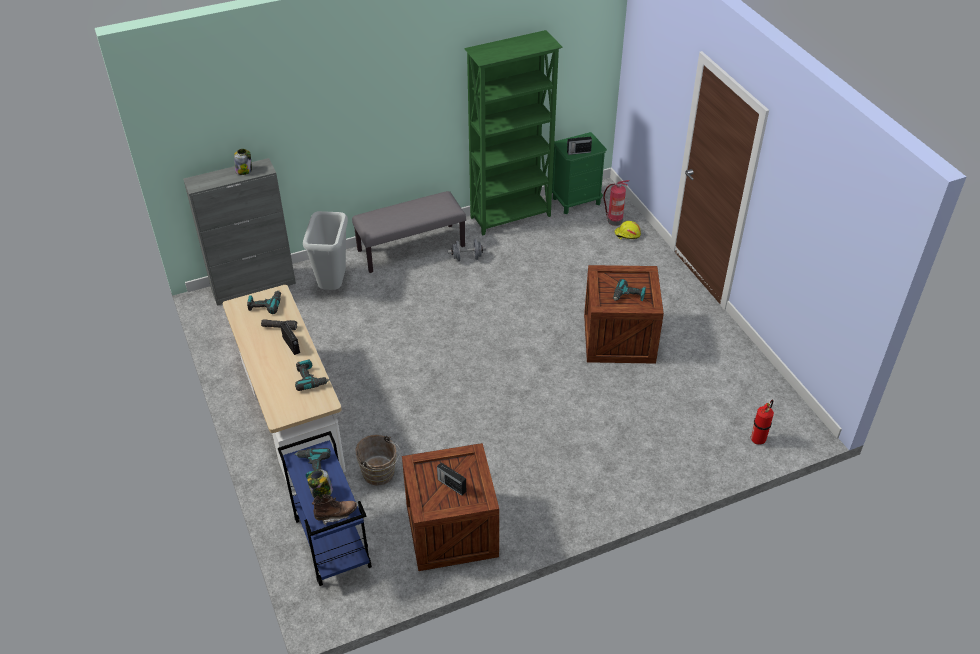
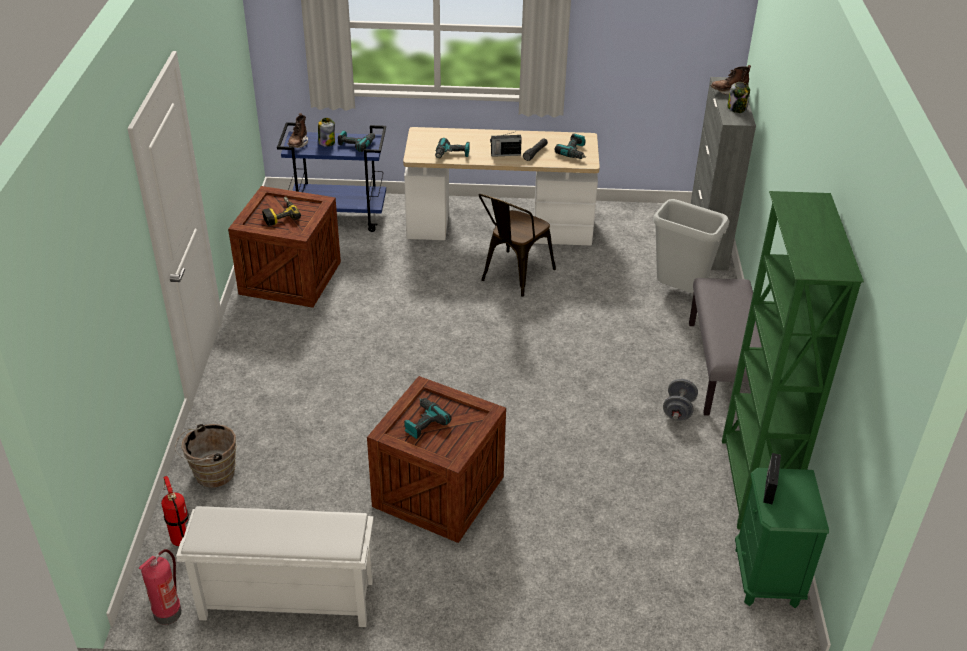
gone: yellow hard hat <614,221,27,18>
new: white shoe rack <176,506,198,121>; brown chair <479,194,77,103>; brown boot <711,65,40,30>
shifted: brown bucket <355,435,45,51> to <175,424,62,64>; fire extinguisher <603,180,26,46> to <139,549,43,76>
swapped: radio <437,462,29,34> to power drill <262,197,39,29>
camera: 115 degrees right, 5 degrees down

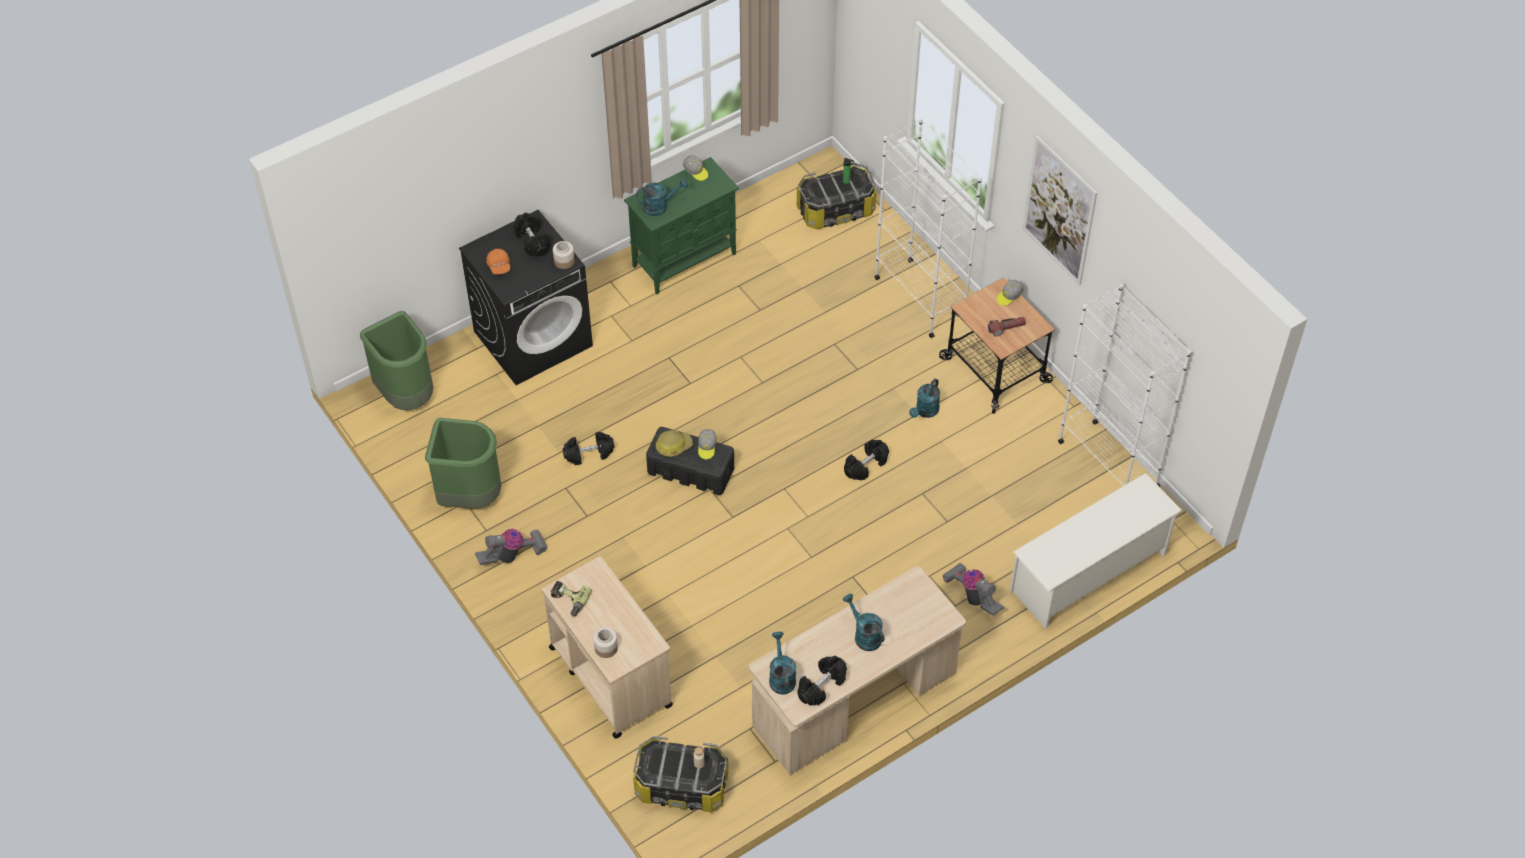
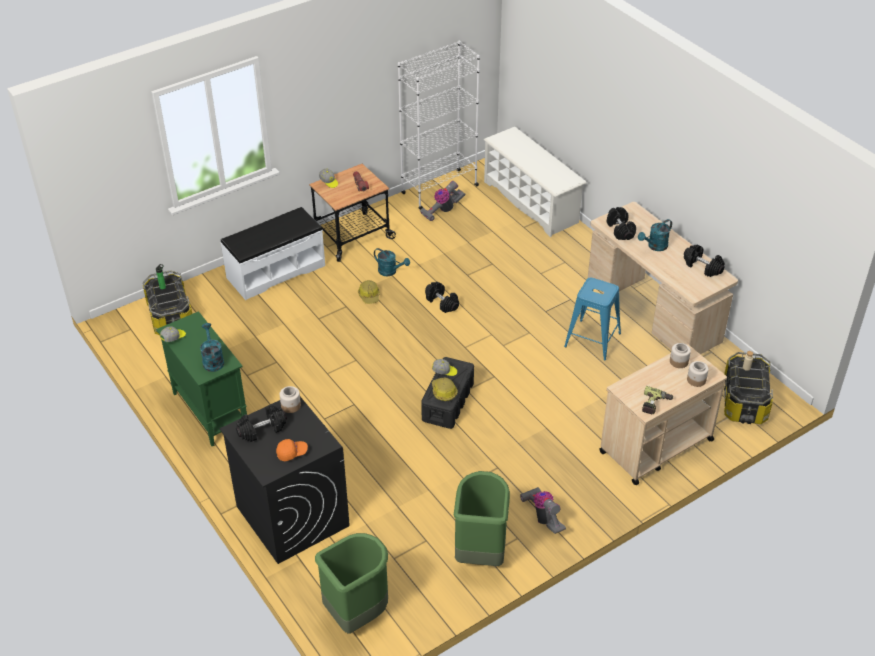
gone: turquoise watering can <769,632,27,63>; picture <1023,136,74,149>
new: hard hat <358,280,22,24>; blue stool <564,277,57,84>; jar <670,343,21,25>
shifted: black dumbbell <562,432,53,33> to <607,207,29,33>; vacuum cleaner <943,563,61,53> to <420,181,45,41>
swapped: white bookcase <874,118,108,220> to white bench <220,207,105,93>
camera: 90 degrees left, 10 degrees down

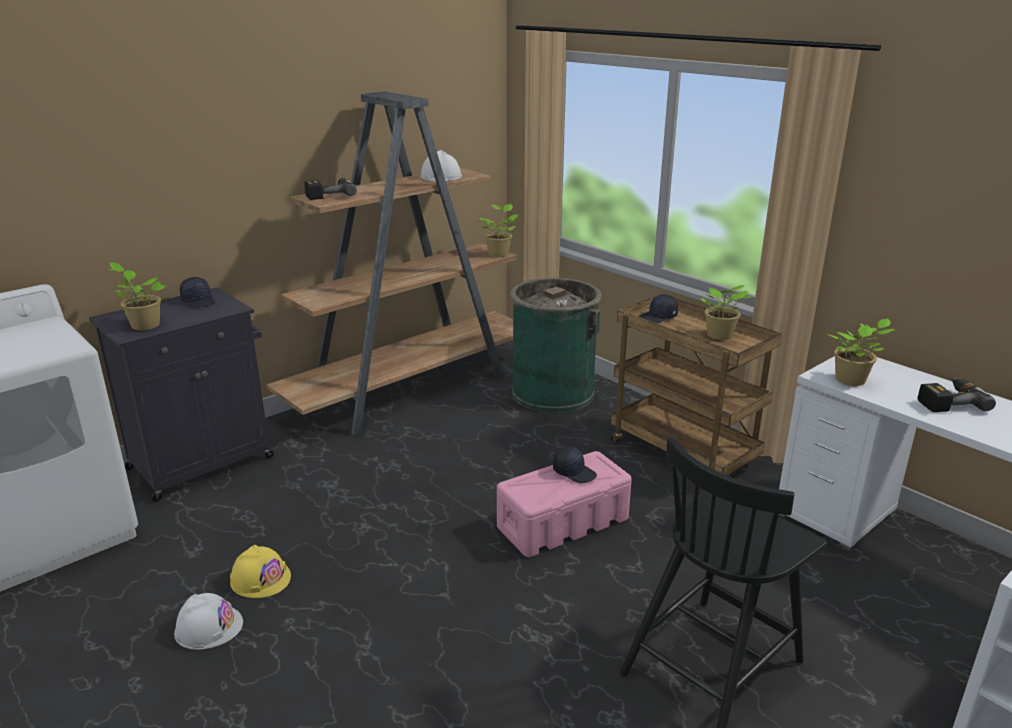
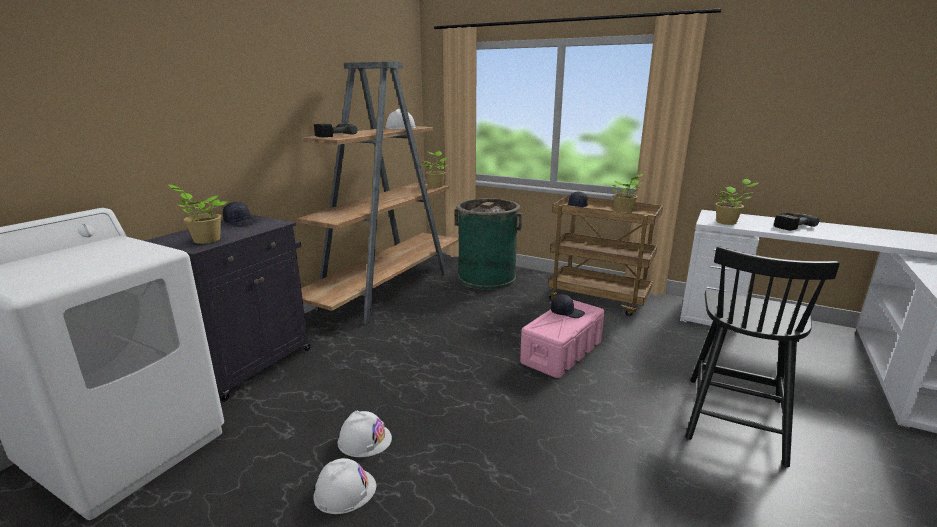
repainted: yellow hard hat <230,545,61,53> to white hard hat <338,410,54,47>
camera: 20 degrees left, 5 degrees down

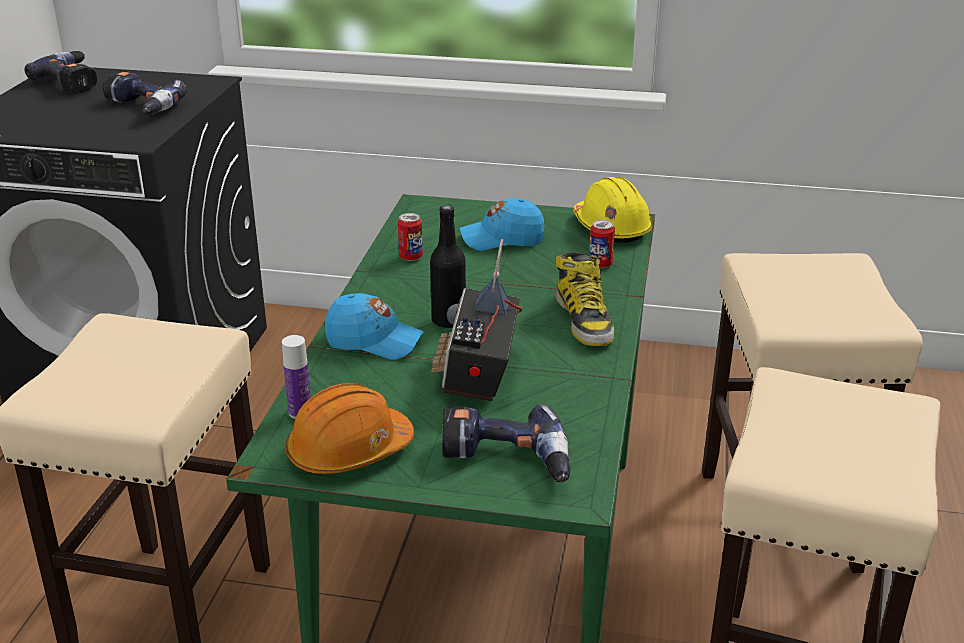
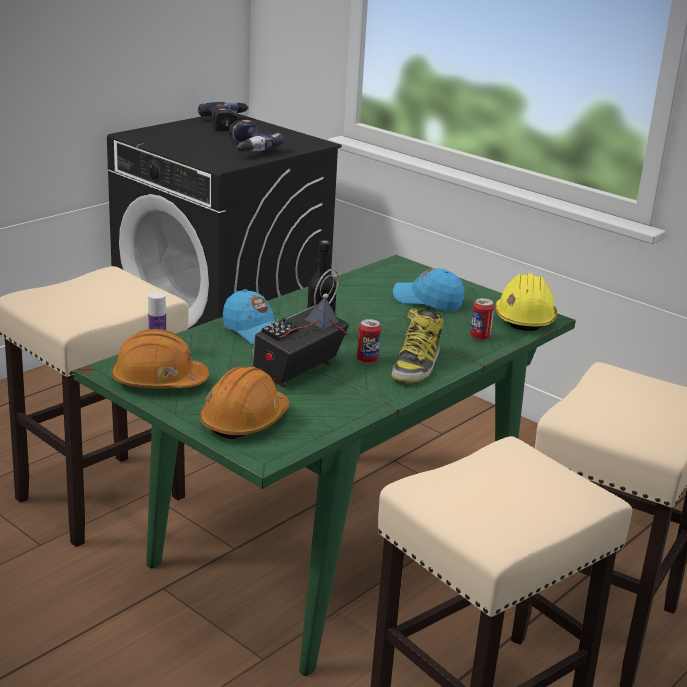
shifted: can <398,213,25,48> to <357,319,24,45>
swapped: power drill <442,404,128,78> to orange hard hat <200,366,89,73>
camera: 30 degrees right, 5 degrees down

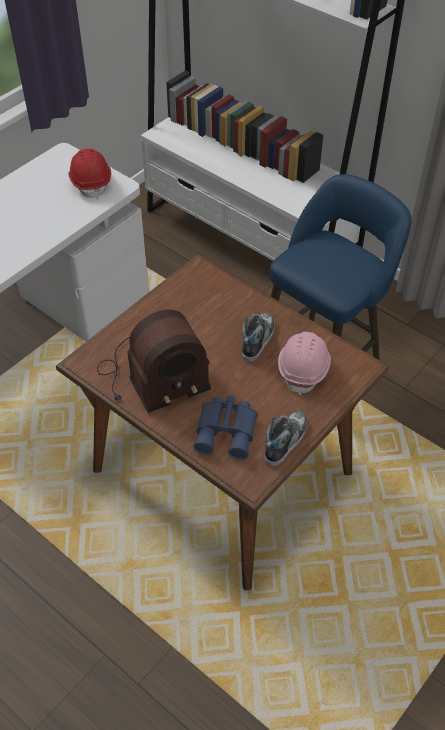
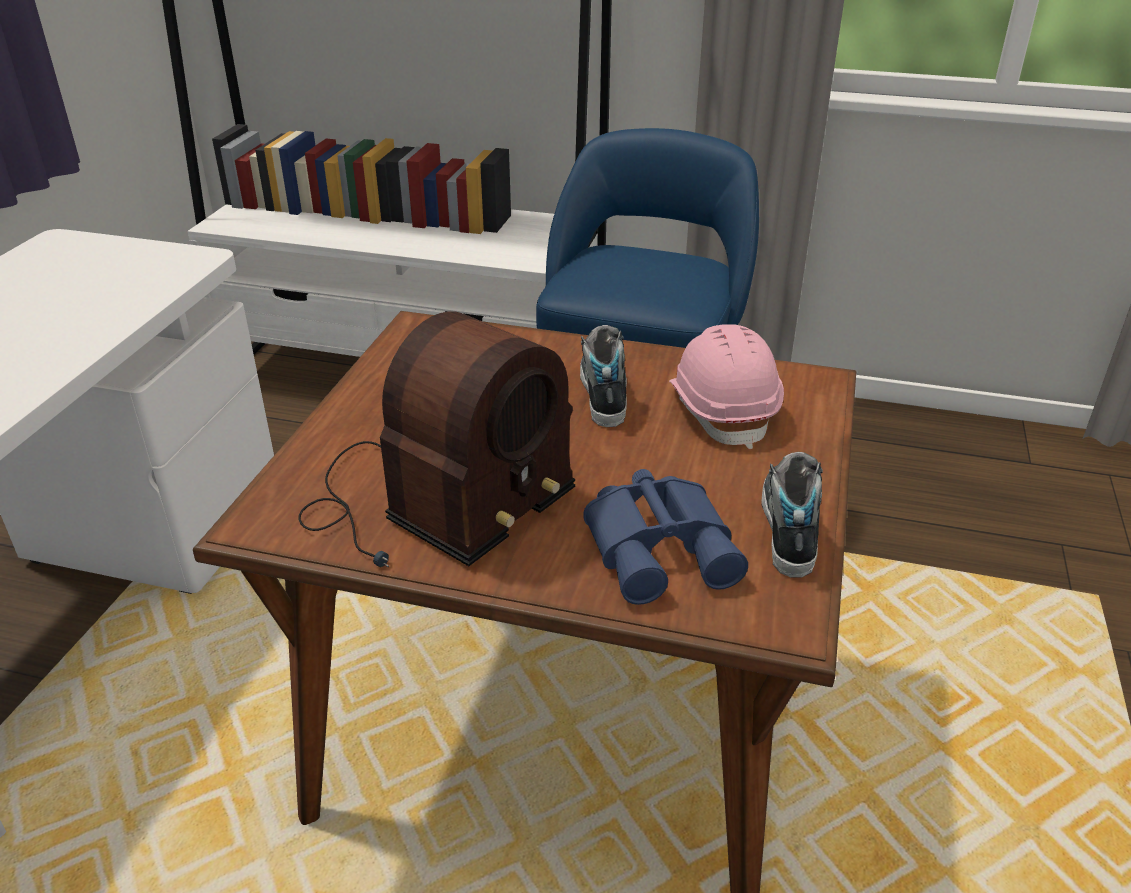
gone: red hard hat <68,149,43,50>
camera: 25 degrees left, 15 degrees down

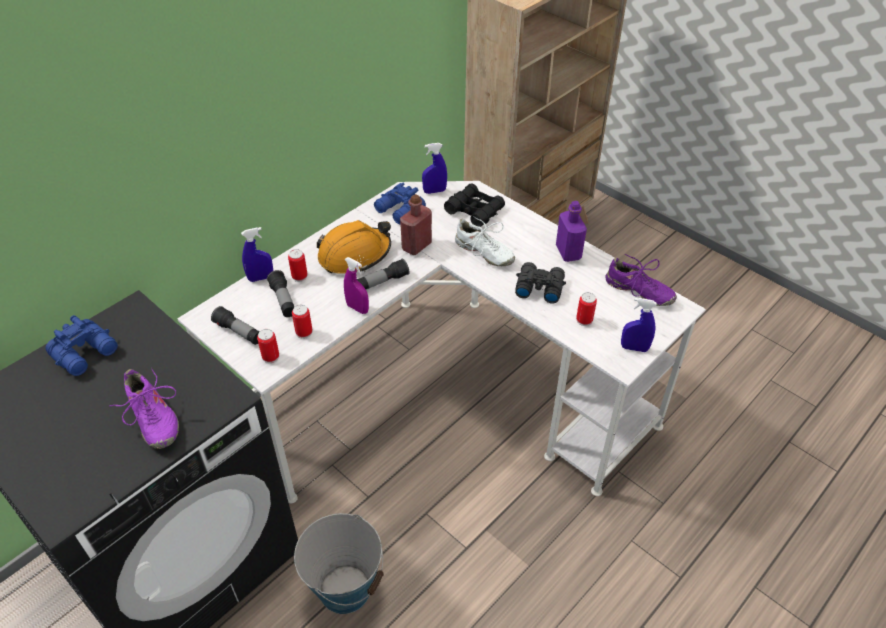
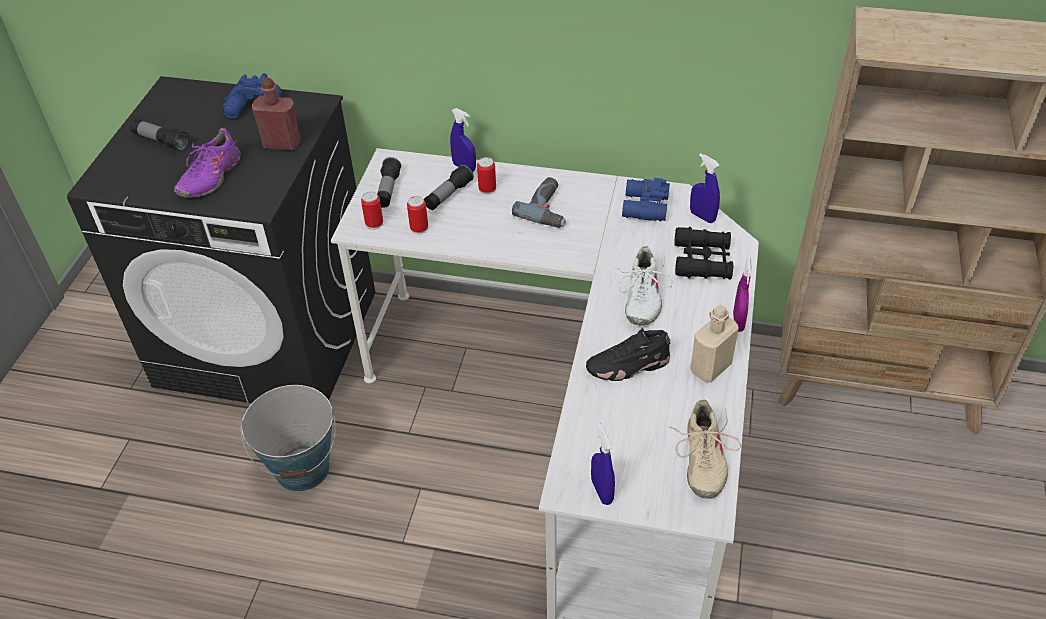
gone: can <576,292,21,34>
shifted: purple spray bottle <344,257,25,57> to <733,258,19,74>; flashlight <357,258,52,31> to <130,119,60,33>; red bottle <400,194,32,61> to <252,78,49,73>
swapped: orange hard hat <317,220,74,54> to power drill <512,177,54,51>; black binoculars <515,262,51,42> to black shoe <586,327,84,54>
repainted: purple bottle <556,201,31,61> to beige bottle <690,305,49,77>; purple shoe <606,254,71,52> to beige shoe <669,400,72,99>
camera: 60 degrees right, 0 degrees up

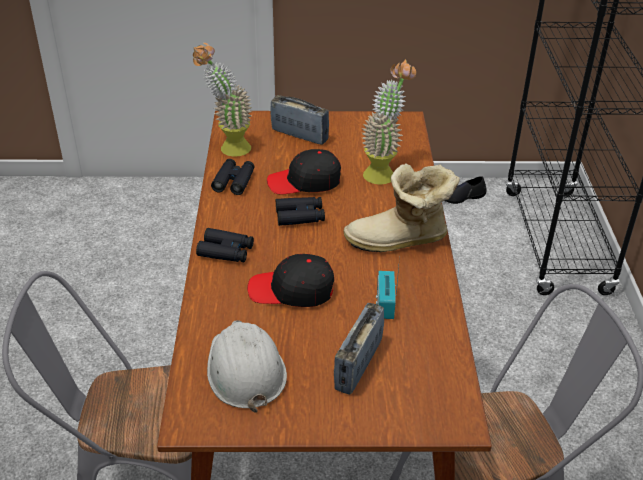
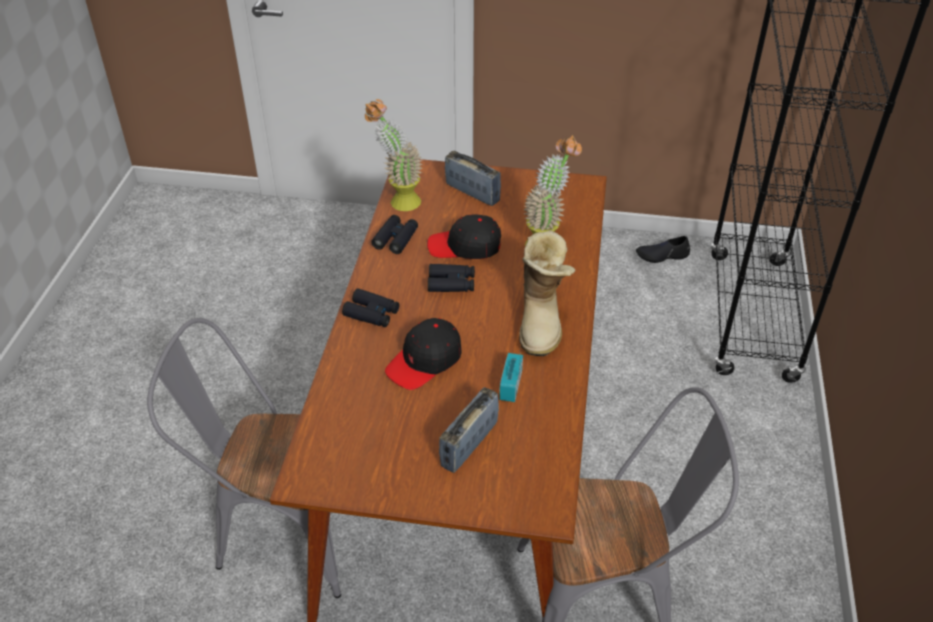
gone: white hard hat <207,320,80,92>
rotated: black cap <247,254,87,53> = <385,318,77,72> 60 degrees counterclockwise; boot <343,164,117,88> = <519,230,57,126> 90 degrees counterclockwise
camera: 10 degrees right, 5 degrees up

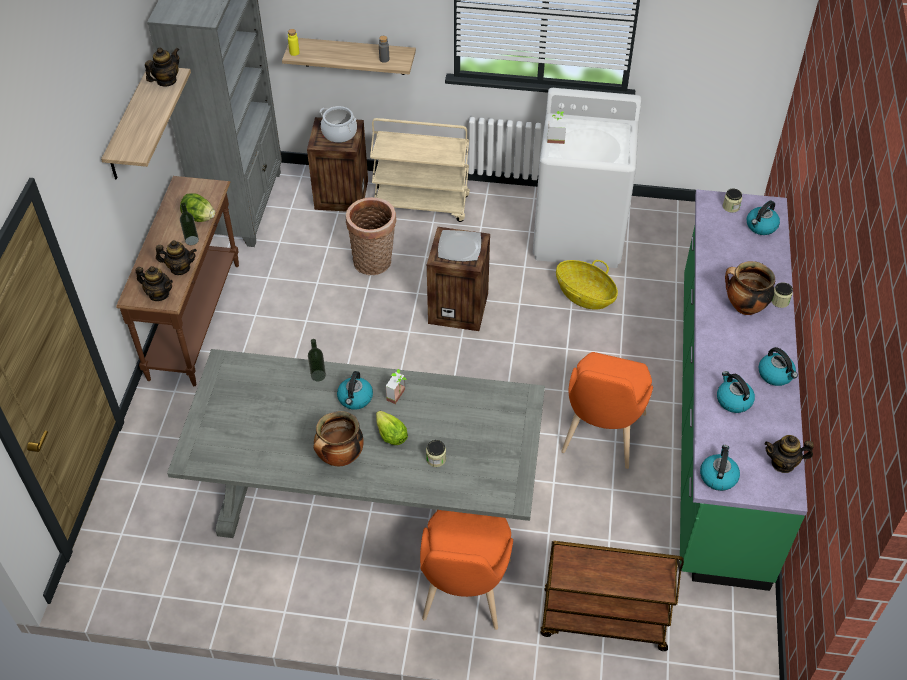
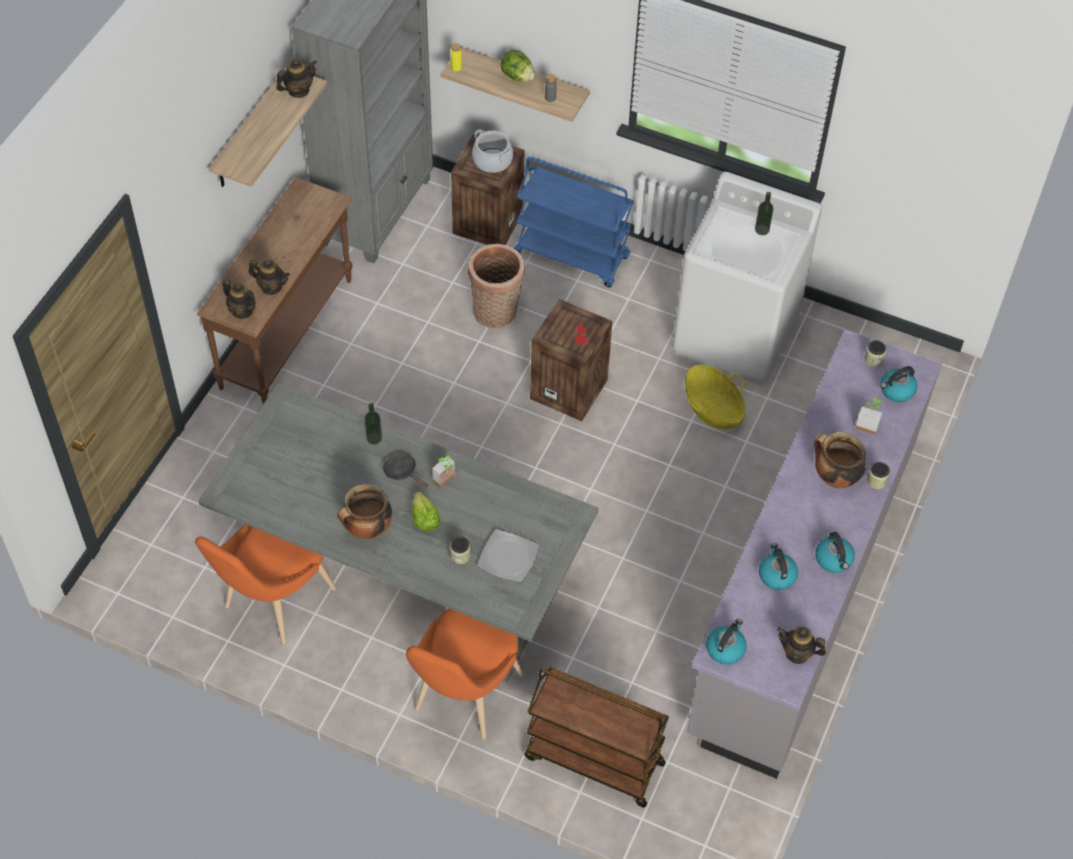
shifted: lettuce <180,193,35,29> to <501,49,34,33>; bottle <180,202,19,43> to <755,192,18,43>; plate <438,230,43,32> to <477,529,62,54>; potted plant <547,111,19,33> to <855,398,28,37>; orange chair <561,352,92,117> to <195,524,141,120>
swapped: kettle <337,371,36,39> to black frying pan <383,453,46,35>
repainted: beige cart <370,118,100,104> to blue cart <514,156,120,131>; green counter <680,190,128,401> to grey counter <687,329,255,450>
camera: 15 degrees right, 5 degrees up

